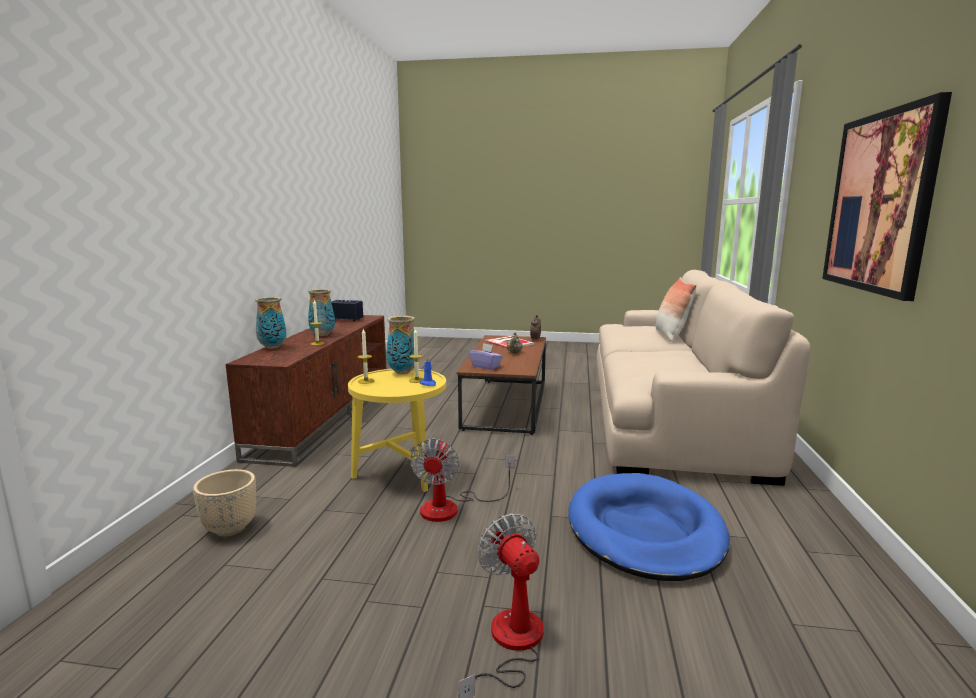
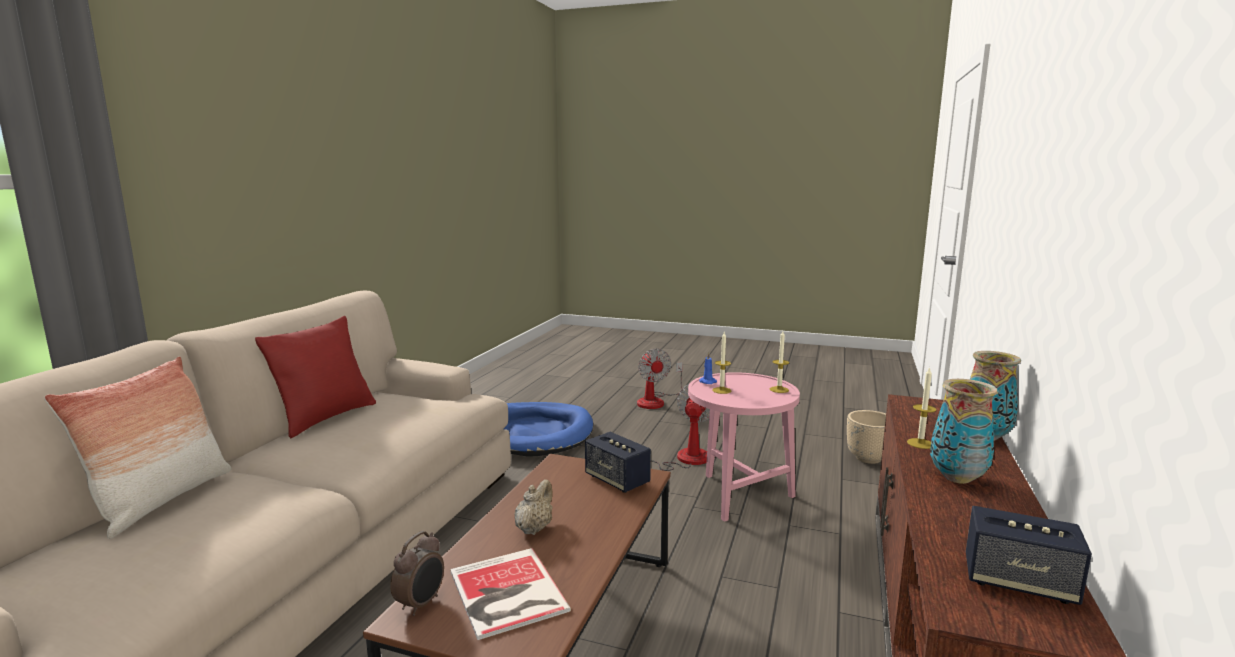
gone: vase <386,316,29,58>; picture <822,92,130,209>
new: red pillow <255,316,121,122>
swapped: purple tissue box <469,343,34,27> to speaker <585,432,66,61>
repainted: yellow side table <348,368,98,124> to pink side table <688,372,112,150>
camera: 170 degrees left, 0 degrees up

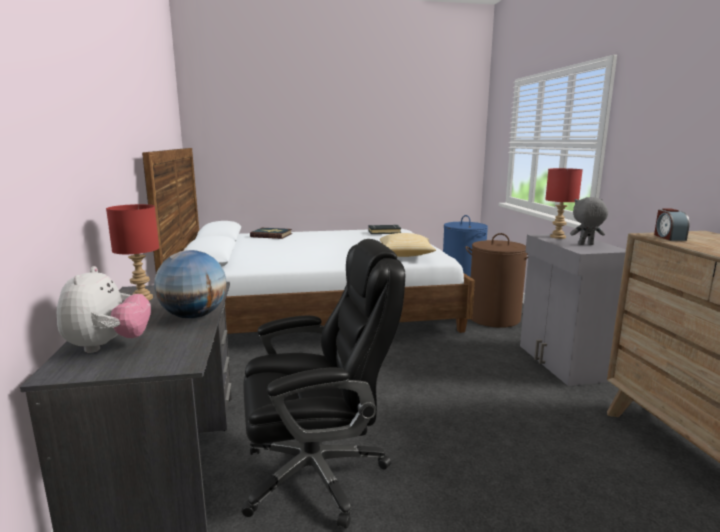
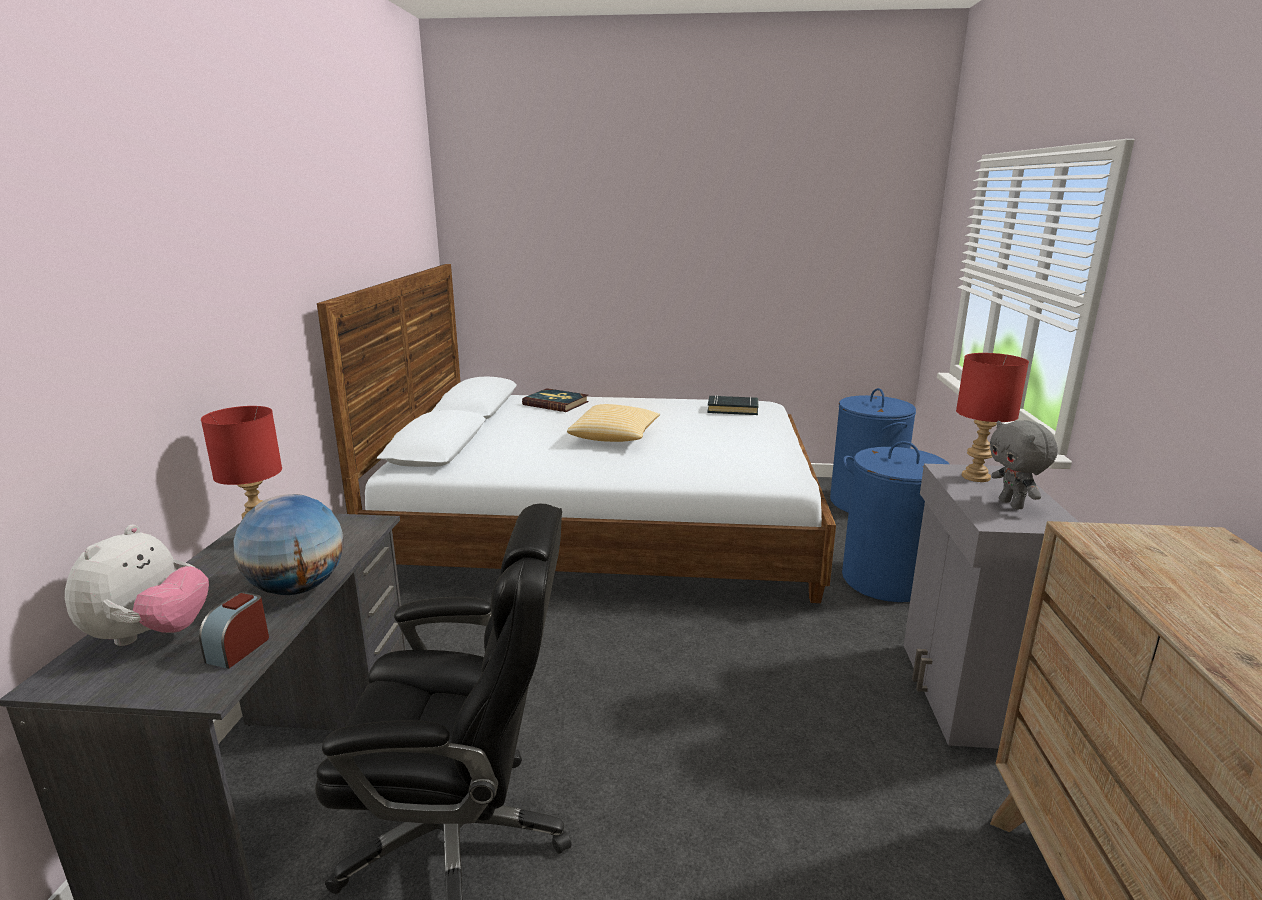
shifted: pillow <380,233,56,24> to <567,404,93,38>; alarm clock <654,208,36,33> to <199,592,70,77>
repainted: brown laundry basket <465,233,63,95> to blue laundry basket <842,441,107,161>
rotated: grey plush toy <570,197,38,48> = <990,420,68,90> 120 degrees counterclockwise
camera: 15 degrees right, 5 degrees up

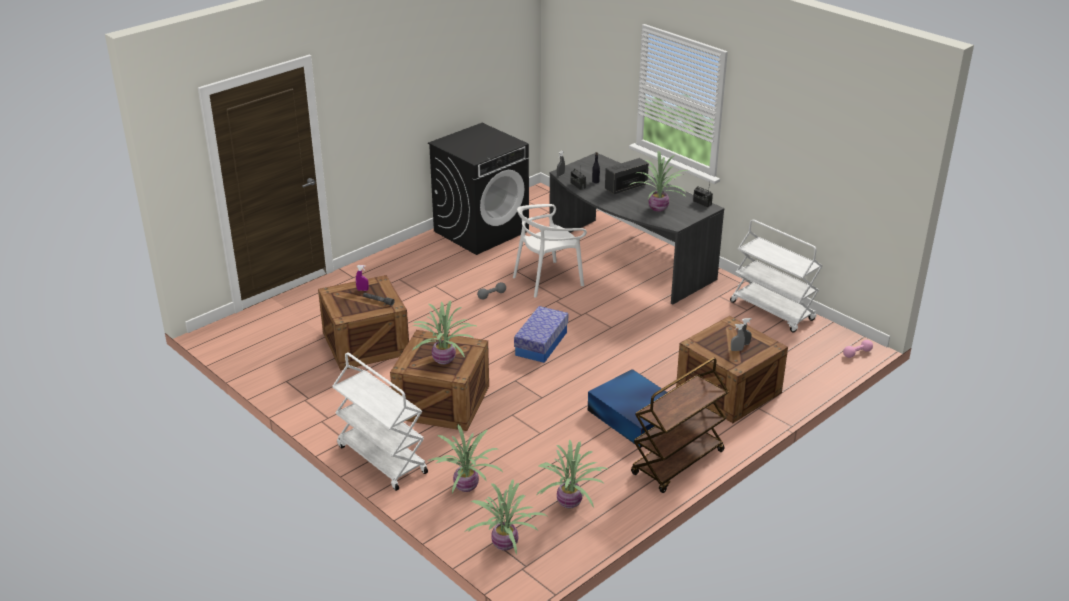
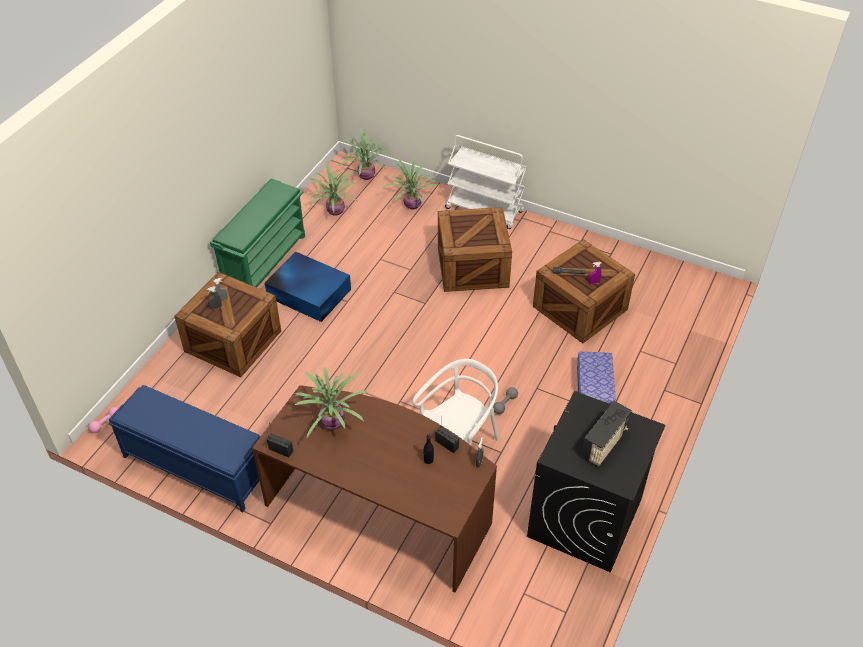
gone: potted plant <412,301,66,64>
shifted: storage box <514,306,54,57> to <577,351,39,53>; radio <605,158,44,36> to <581,401,51,66>
swapped: brown cart <631,357,98,136> to green shoe rack <210,178,95,110>; white cart <730,219,92,113> to blue bench <109,385,151,128>
repainted: grey desk <549,153,175,152> to brown desk <252,385,245,208>
camera: 160 degrees right, 15 degrees up

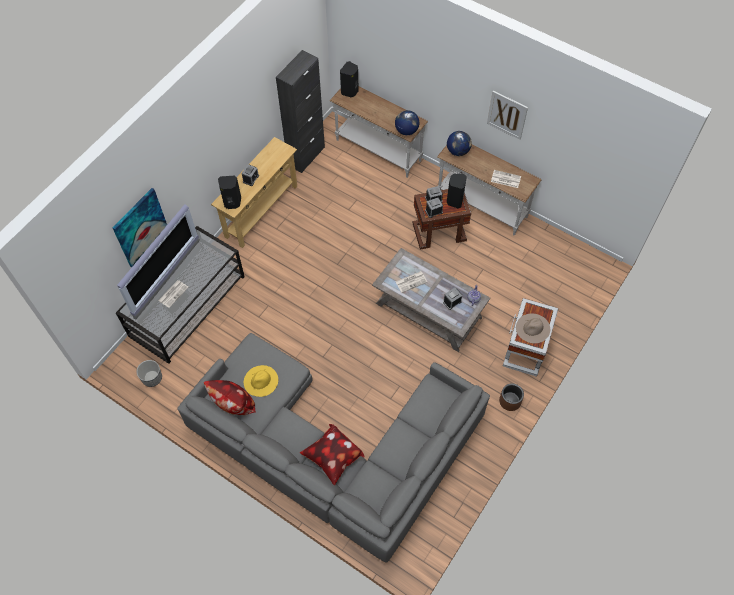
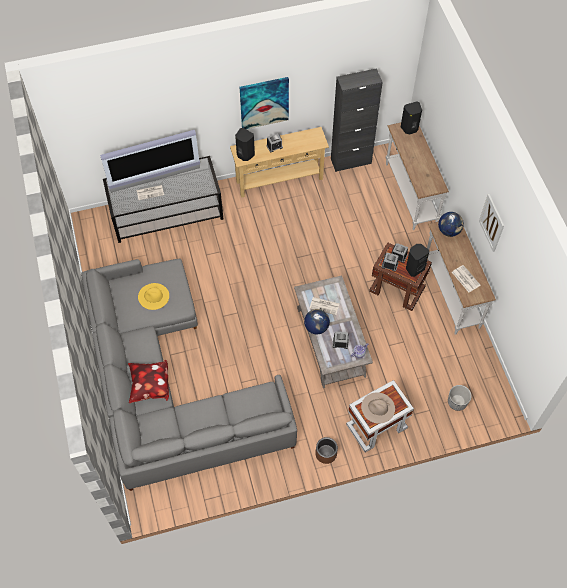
gone: pillow <204,380,52,35>
shifted: picture <113,188,54,80> to <240,77,49,52>; planter <136,360,26,27> to <448,385,23,26>; globe <395,110,24,25> to <304,309,26,25>
camera: 40 degrees right, 0 degrees up

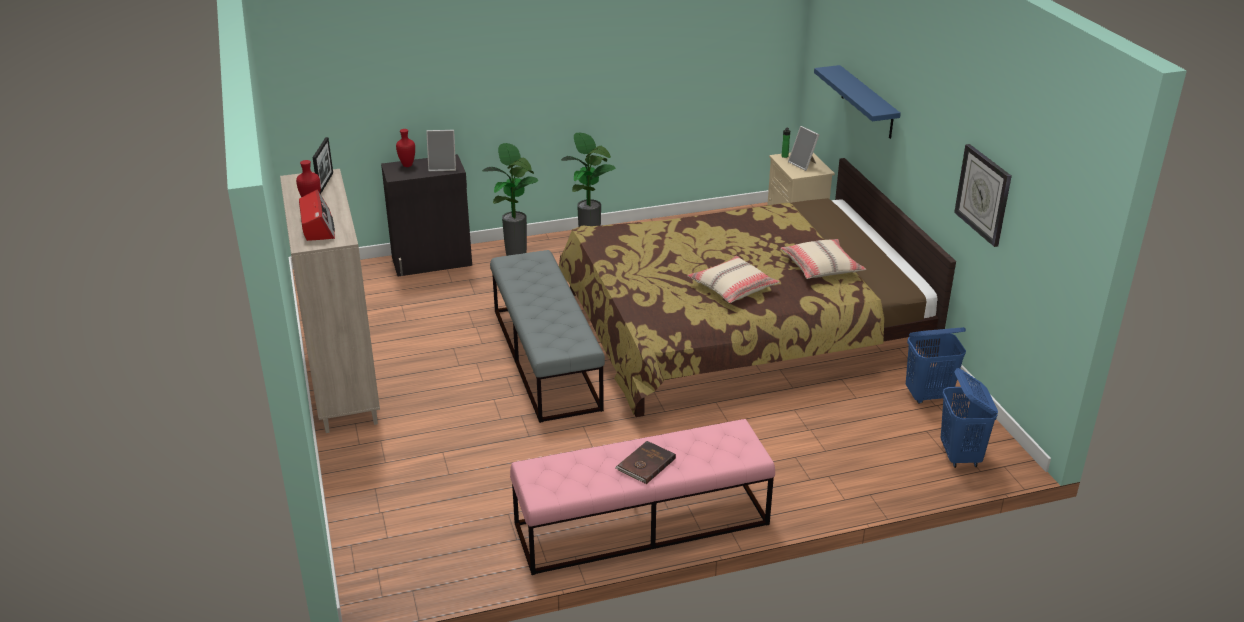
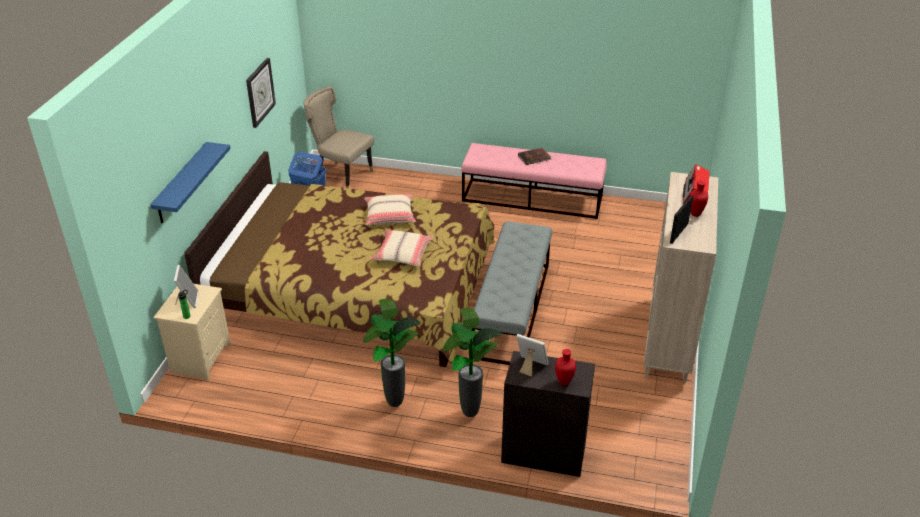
shifted: beige pillow <781,239,85,40> to <370,229,63,38>
swapped: blue laundry basket <941,368,57,100> to beige chair <304,86,70,102>
camera: 150 degrees left, 5 degrees up

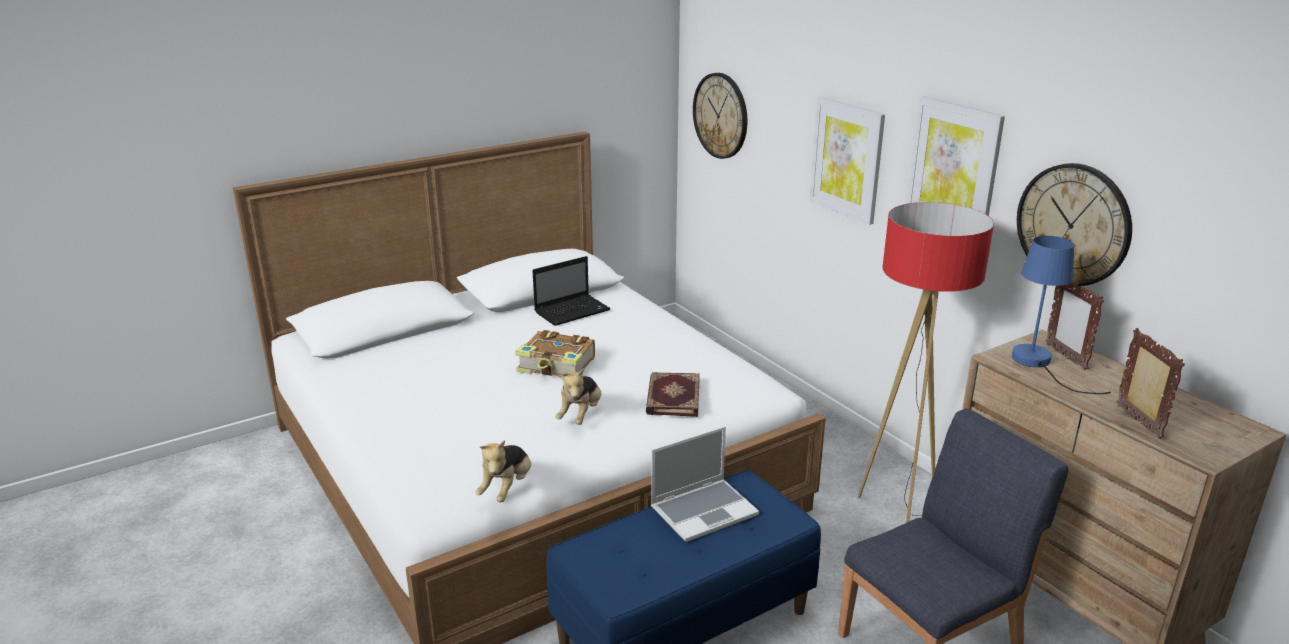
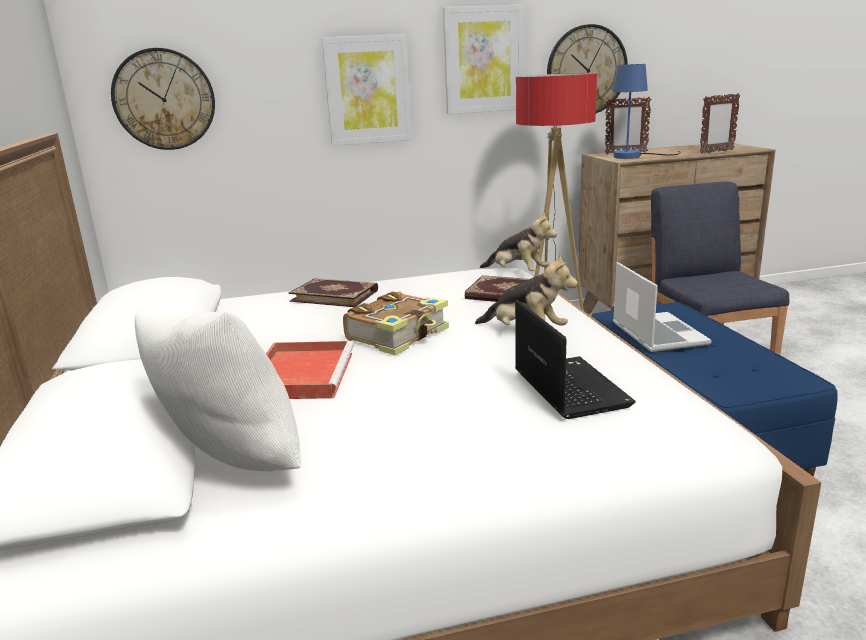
new: white pillow <135,308,166,164>; red tray <266,341,88,58>; book <289,278,89,29>
shifted: plush toy <475,440,56,63> to <480,212,77,59>; laptop <532,256,78,70> to <515,300,120,119>
rotated: picture frame <1116,328,69,111> = <700,93,40,60> 150 degrees clockwise
camera: 70 degrees left, 5 degrees down

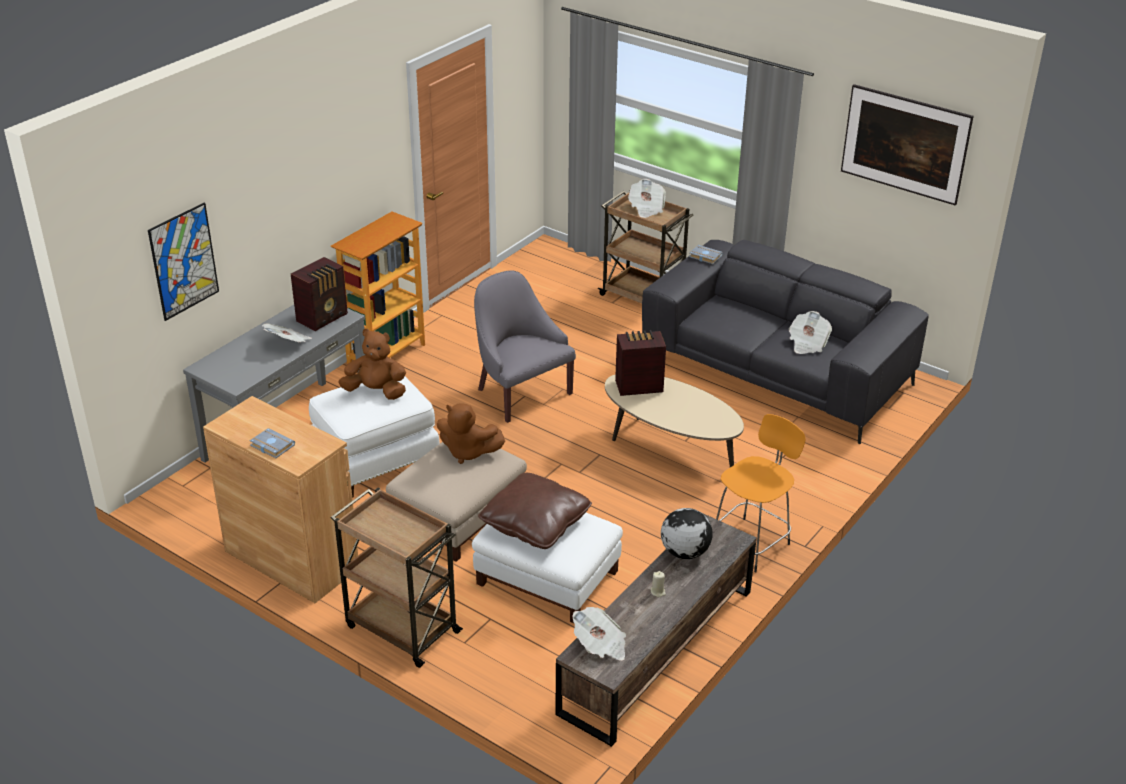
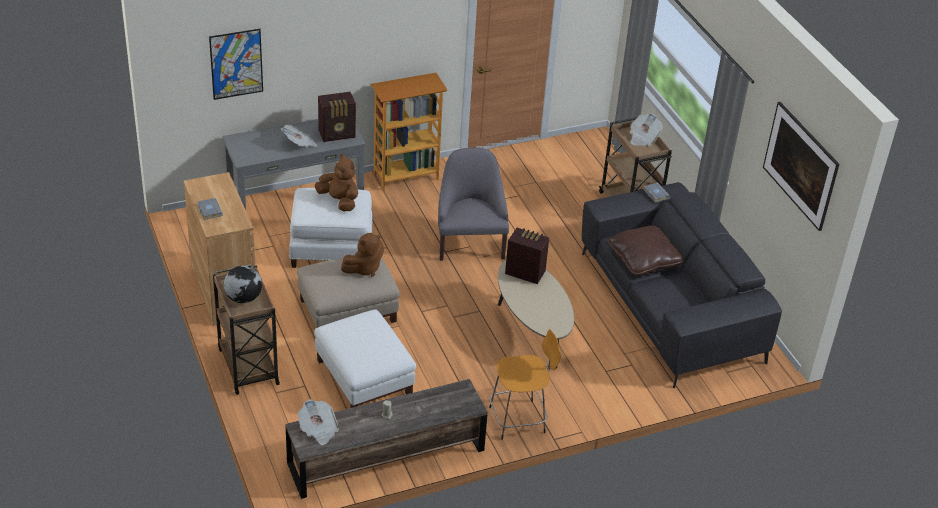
gone: newspaper <789,311,43,43>
shifted: brown pillow <478,473,114,76> to <607,225,77,51>; globe <661,508,52,51> to <224,266,38,37>
rotated: brown plush toy <437,403,68,61> = <341,233,43,44> 90 degrees counterclockwise
camera: 30 degrees right, 5 degrees up

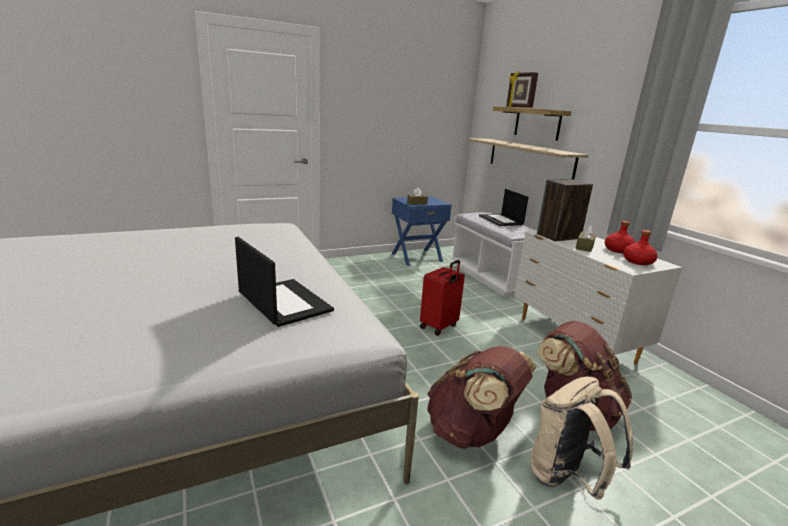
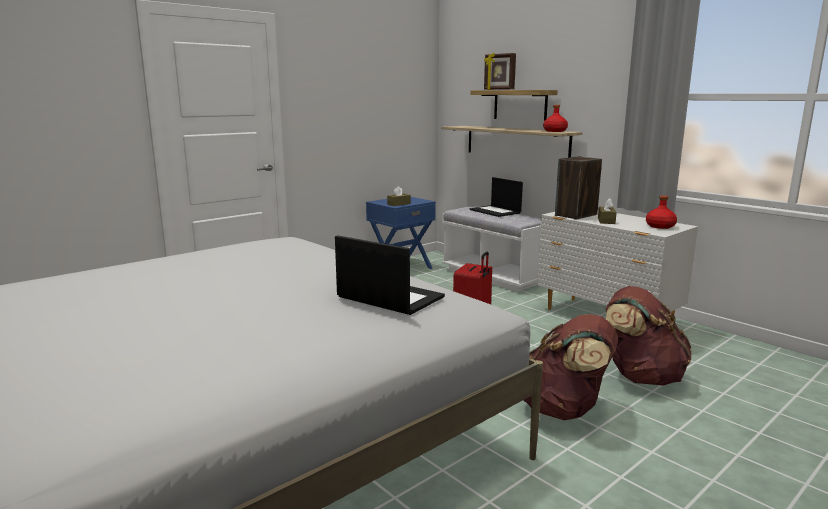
gone: beige backpack <530,376,103,124>
shifted: red bottle <605,221,31,32> to <543,105,25,27>
camera: 15 degrees left, 5 degrees down

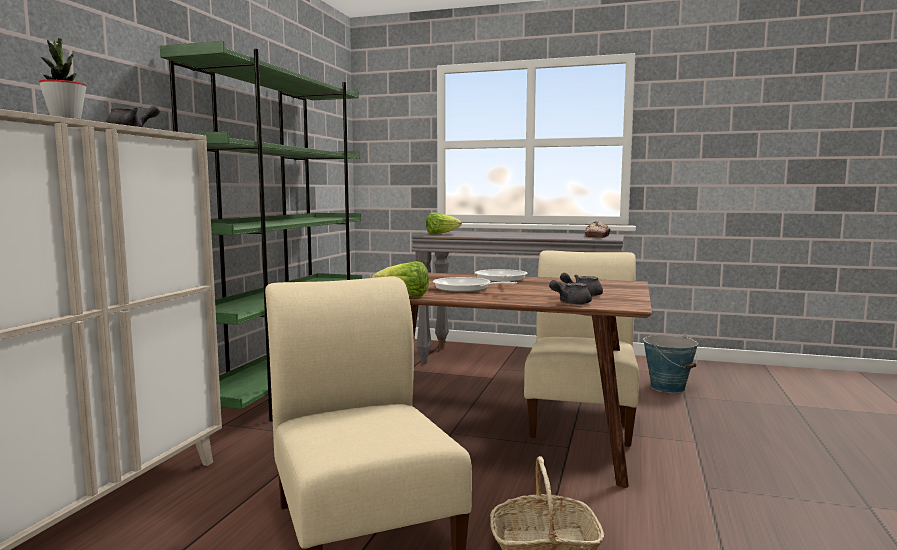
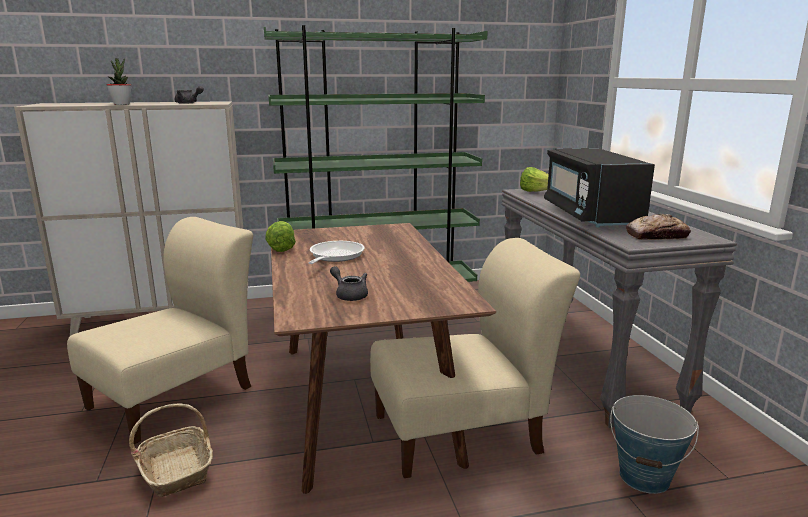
gone: frying pan <475,269,52,13>; grey teapot <549,280,43,25>
new: black microwave <544,148,111,79>
camera: 60 degrees right, 10 degrees up

